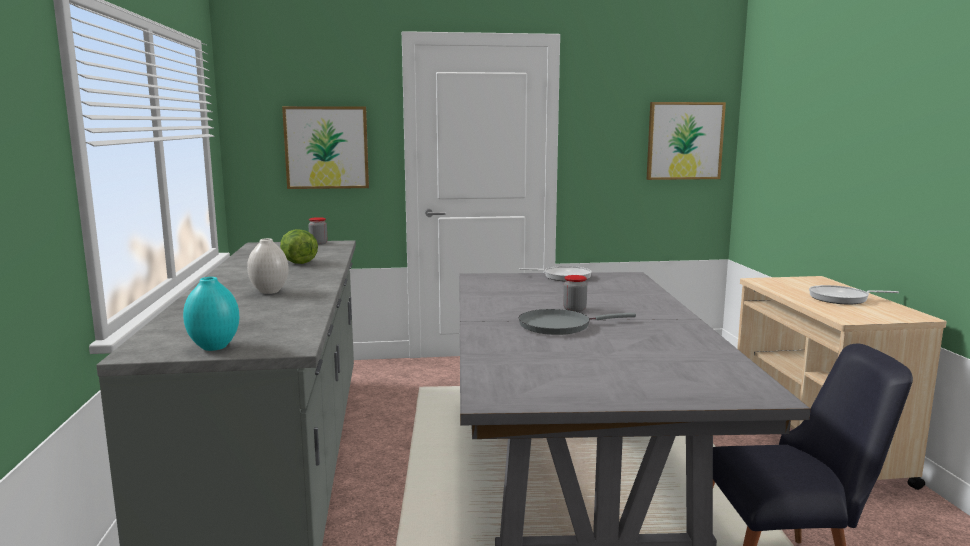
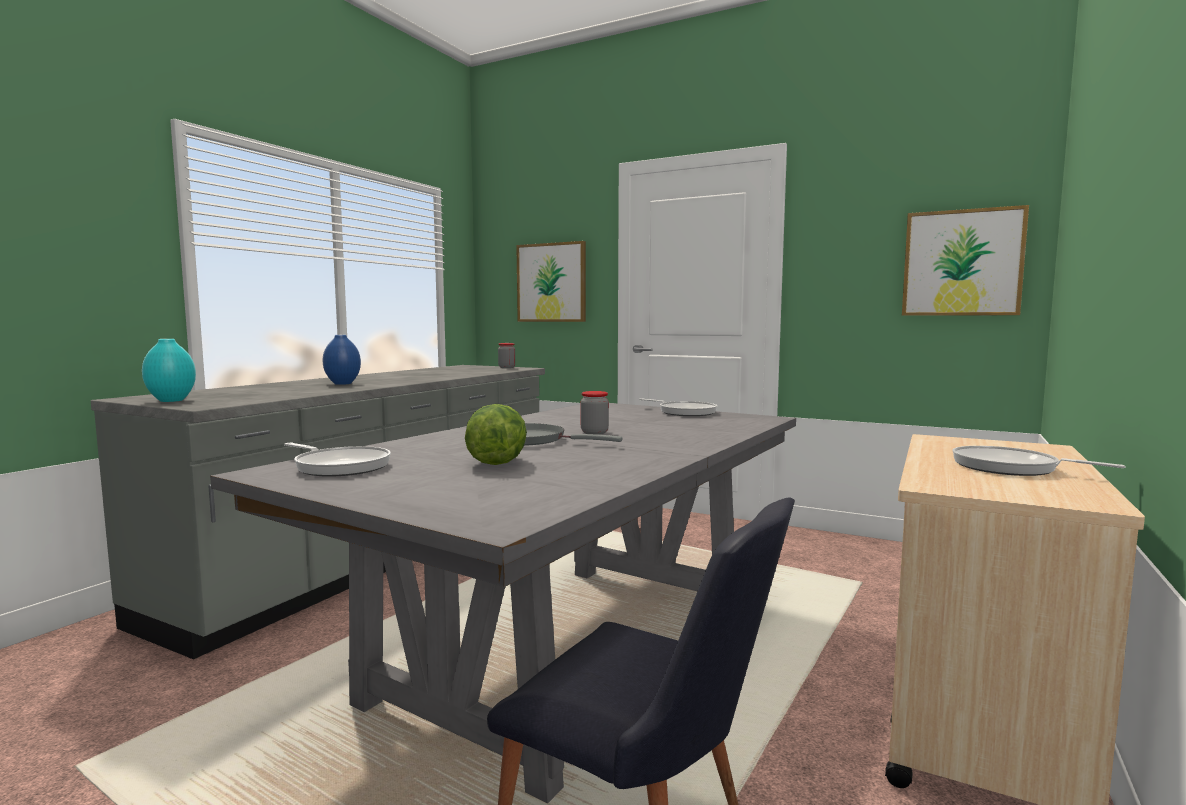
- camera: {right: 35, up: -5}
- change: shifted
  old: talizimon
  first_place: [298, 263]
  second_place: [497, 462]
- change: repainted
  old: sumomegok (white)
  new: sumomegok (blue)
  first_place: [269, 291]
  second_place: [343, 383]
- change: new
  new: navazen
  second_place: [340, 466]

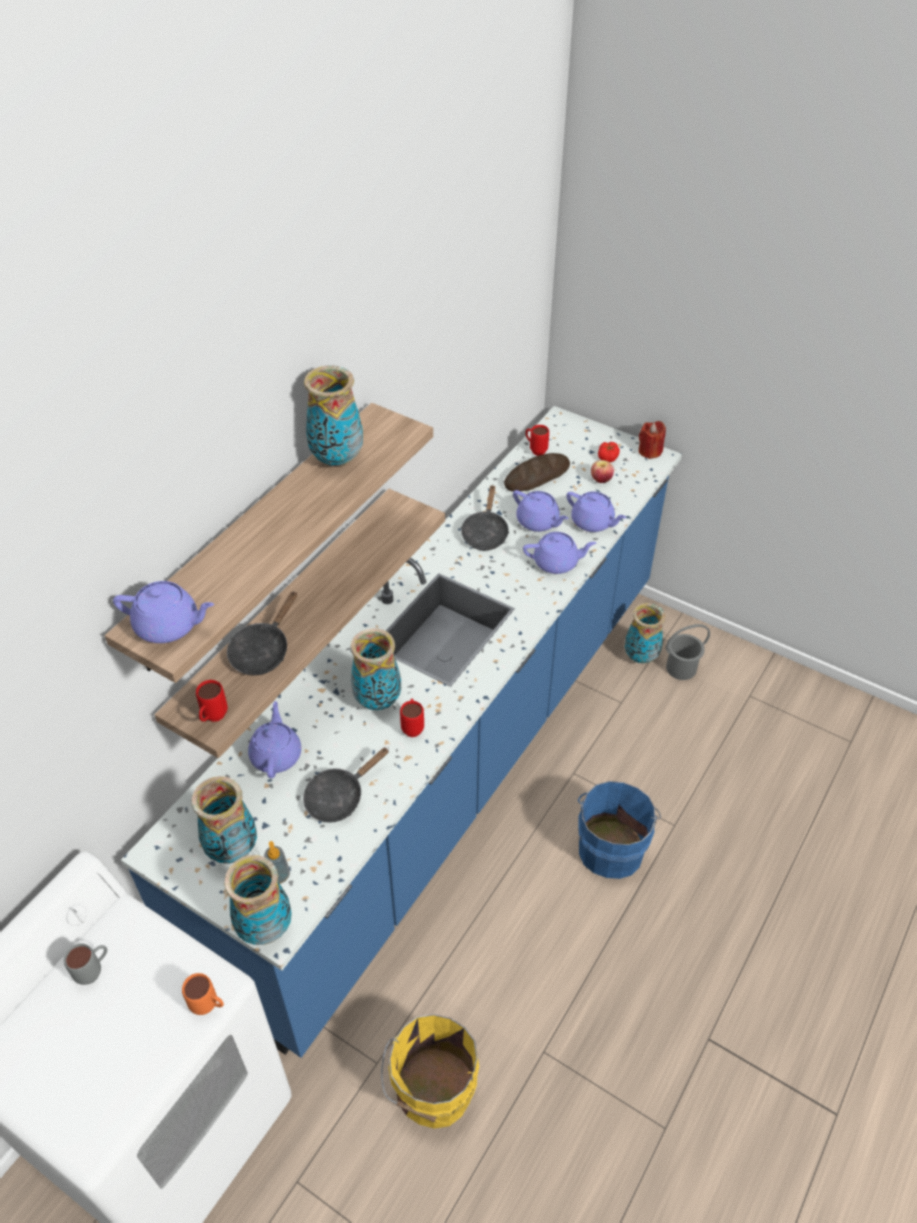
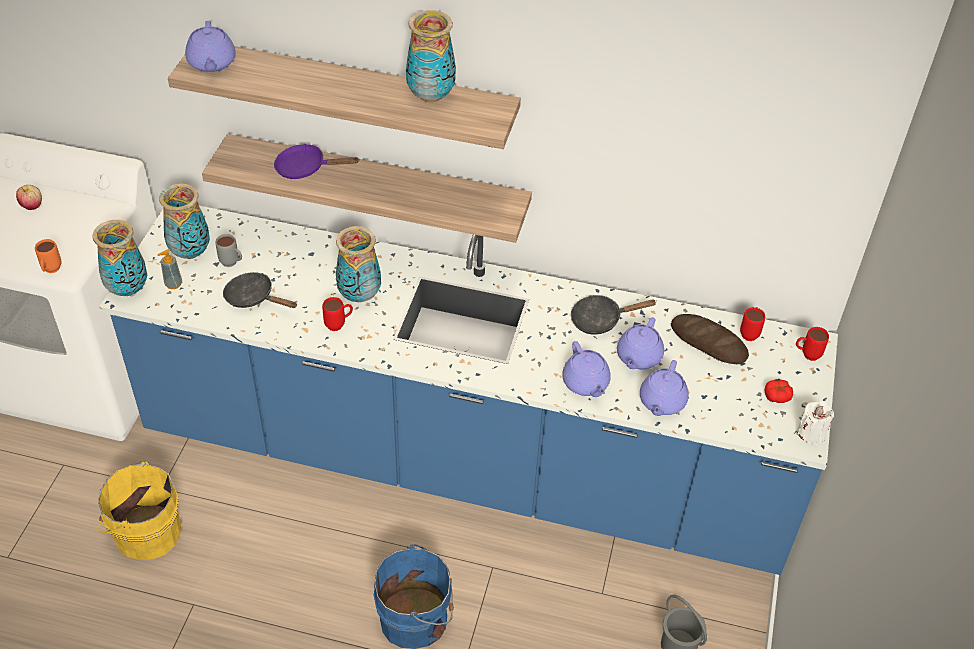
- camera: {right: 70, up: 0}
- change: repainted
  old: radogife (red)
  new: radogife (white)
  first_place: [650, 451]
  second_place: [811, 433]
- change: shifted
  old: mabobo
  first_place: [601, 480]
  second_place: [32, 206]
- change: repainted
  old: navazen (black)
  new: navazen (purple)
  first_place: [263, 650]
  second_place: [306, 168]
- change: gone
  old: sumomegok
  first_place: [640, 657]
- change: shifted
  old: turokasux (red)
  first_place: [213, 718]
  second_place: [806, 355]
- change: gone
  old: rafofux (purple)
  first_place: [276, 755]
- change: shifted
  old: turokasux (grey)
  first_place: [94, 971]
  second_place: [232, 264]

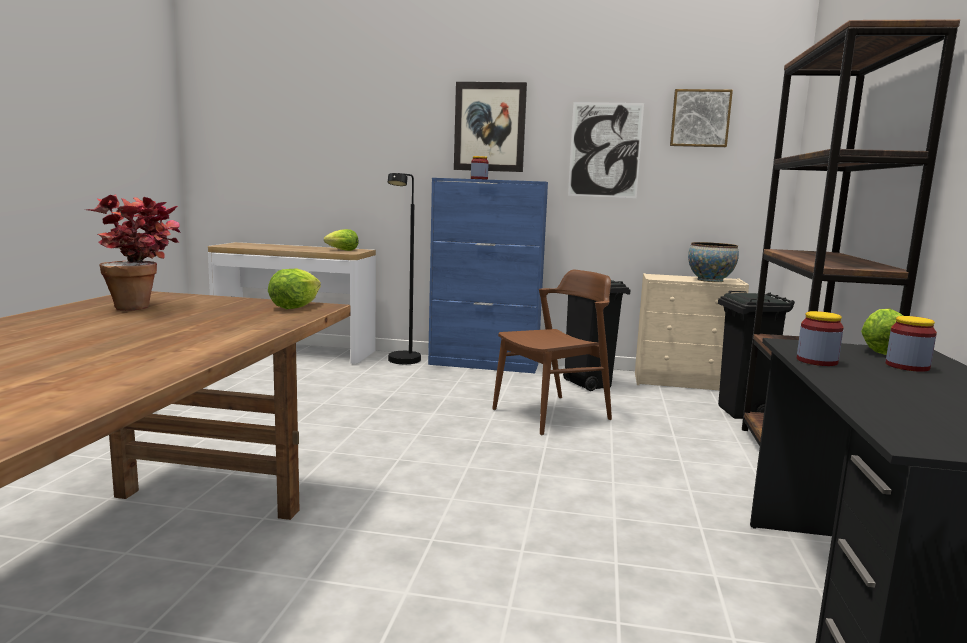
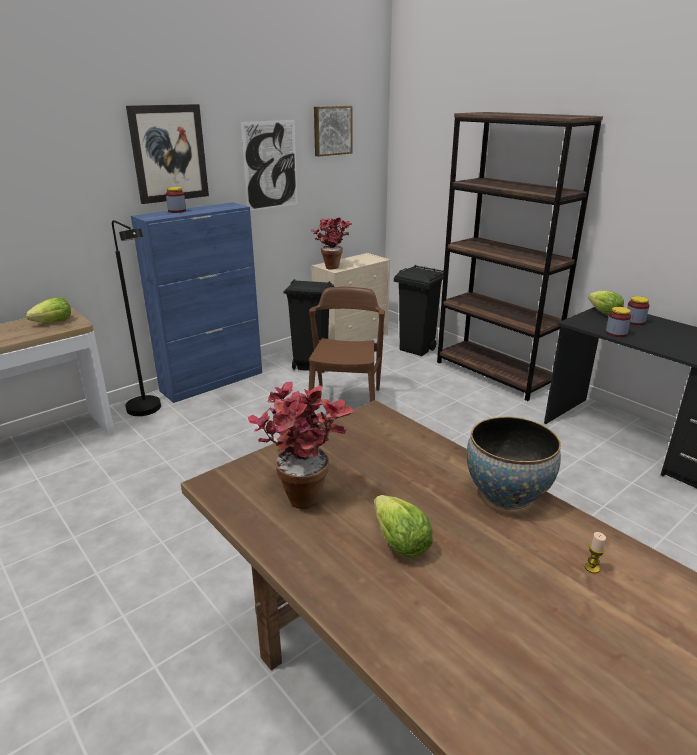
- camera: {right: -50, up: 15}
- change: shifted
  old: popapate
  first_place: [710, 280]
  second_place: [506, 495]
- change: shifted
  old: talizimon
  first_place: [295, 307]
  second_place: [400, 543]
- change: new
  new: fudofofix
  second_place: [331, 266]
- change: new
  new: radogife
  second_place: [592, 568]

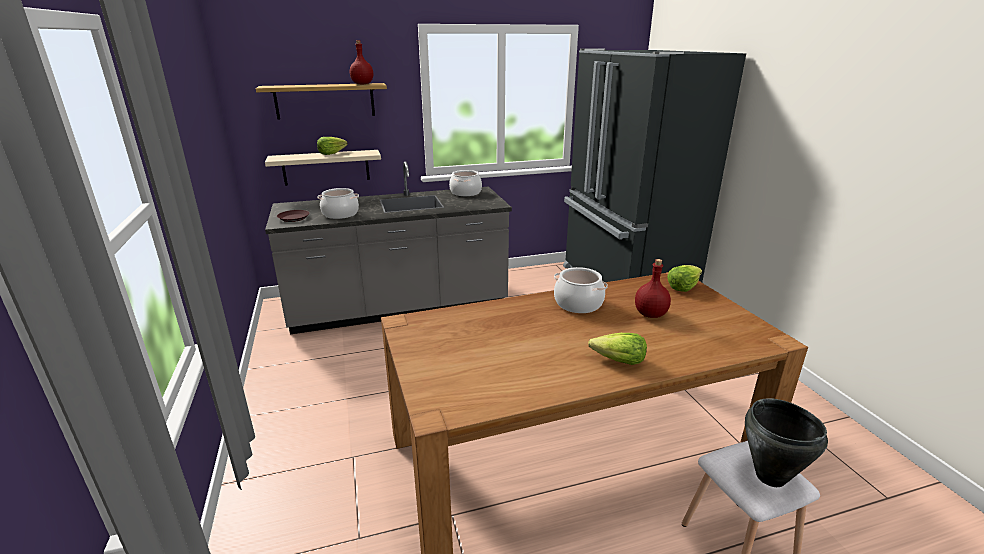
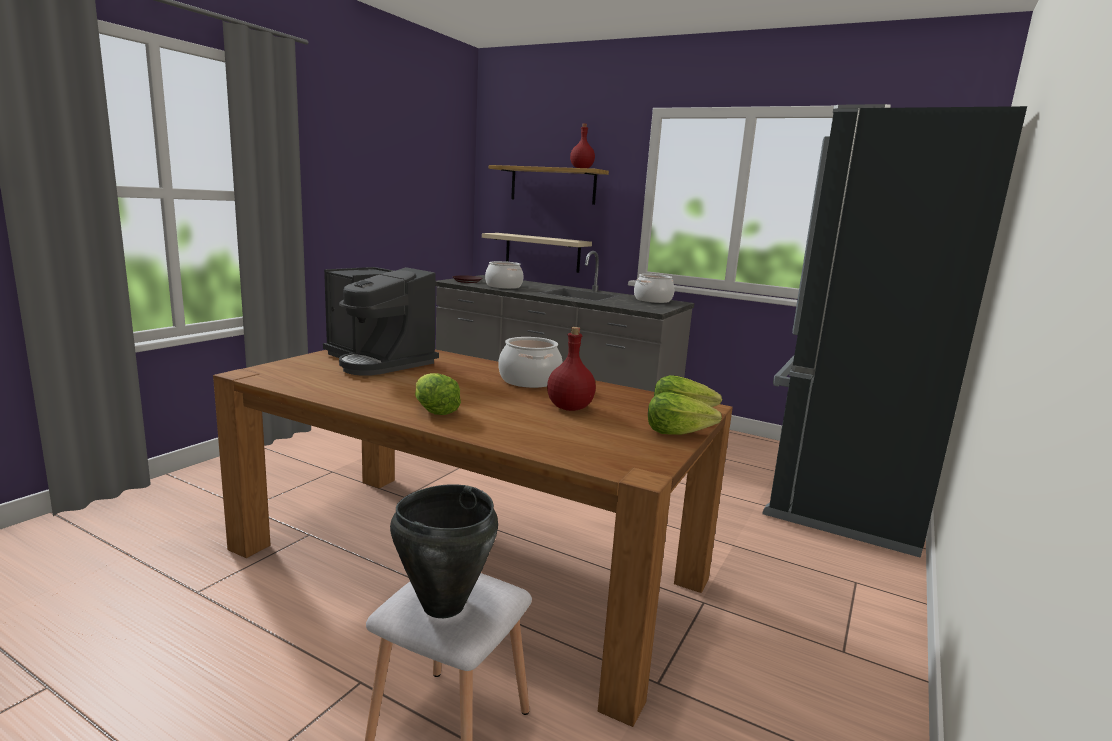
- camera: {right: 45, up: -10}
- change: shifted
  old: talizimon
  first_place: [332, 153]
  second_place: [677, 432]
- change: new
  new: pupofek
  second_place: [378, 361]

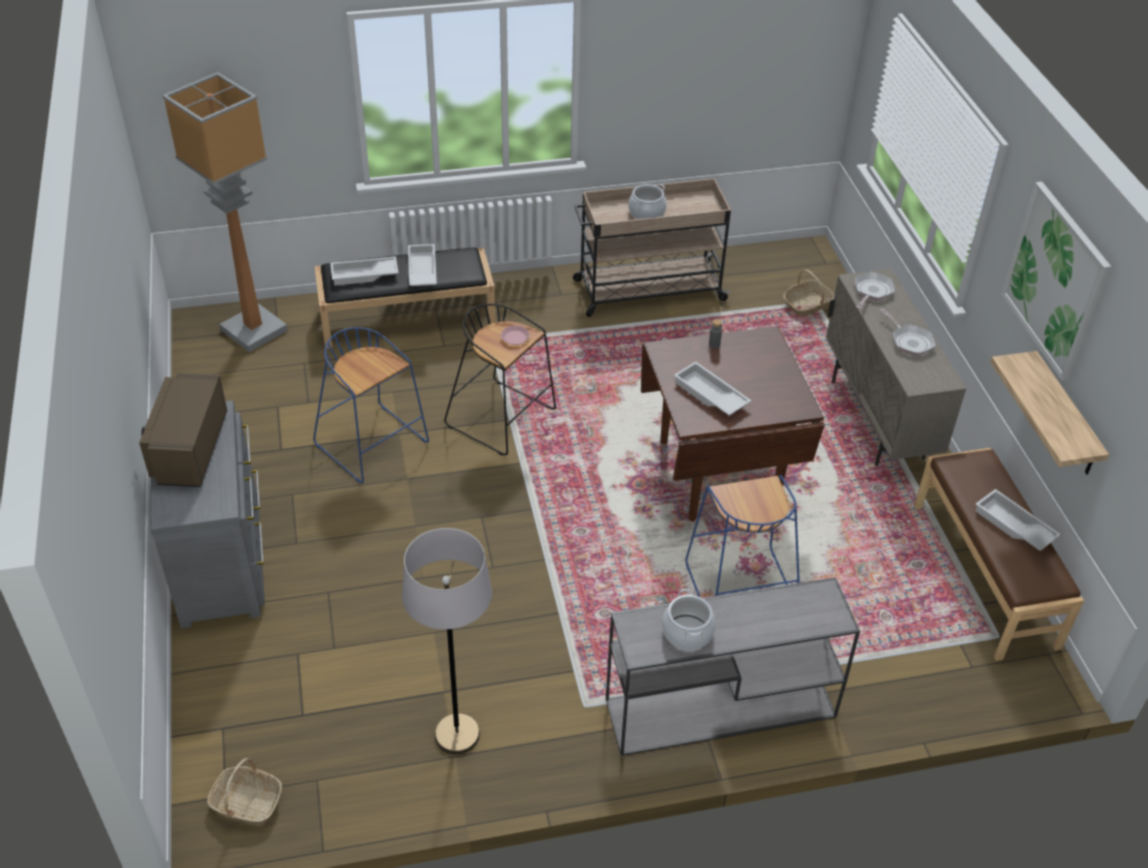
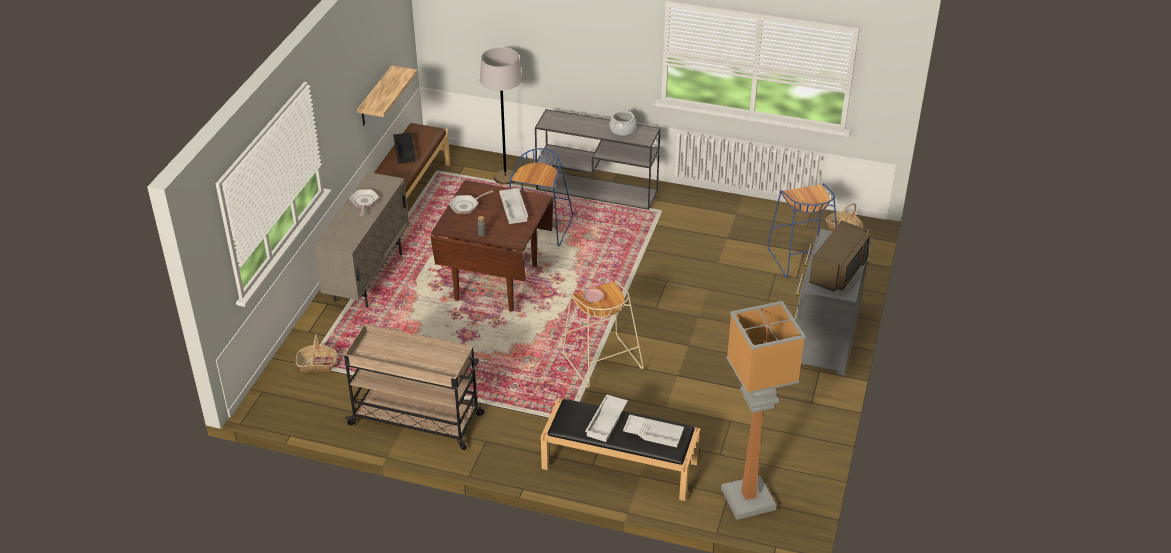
- camera: {right: -150, up: -5}
- change: gone
  old: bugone
  first_place: [1055, 280]
- change: gone
  old: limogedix
  first_place: [647, 213]
- change: shifted
  old: navazen
  first_place: [871, 292]
  second_place: [466, 206]
- change: repainted
  old: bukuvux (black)
  new: bukuvux (beige)
  first_place: [503, 418]
  second_place: [601, 361]
- change: shifted
  old: bukuvux (blue)
  first_place: [374, 444]
  second_place: [801, 257]
- change: repainted
  old: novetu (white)
  new: novetu (black)
  first_place: [1013, 526]
  second_place: [405, 151]
- change: shifted
  old: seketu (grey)
  first_place: [457, 735]
  second_place: [505, 178]

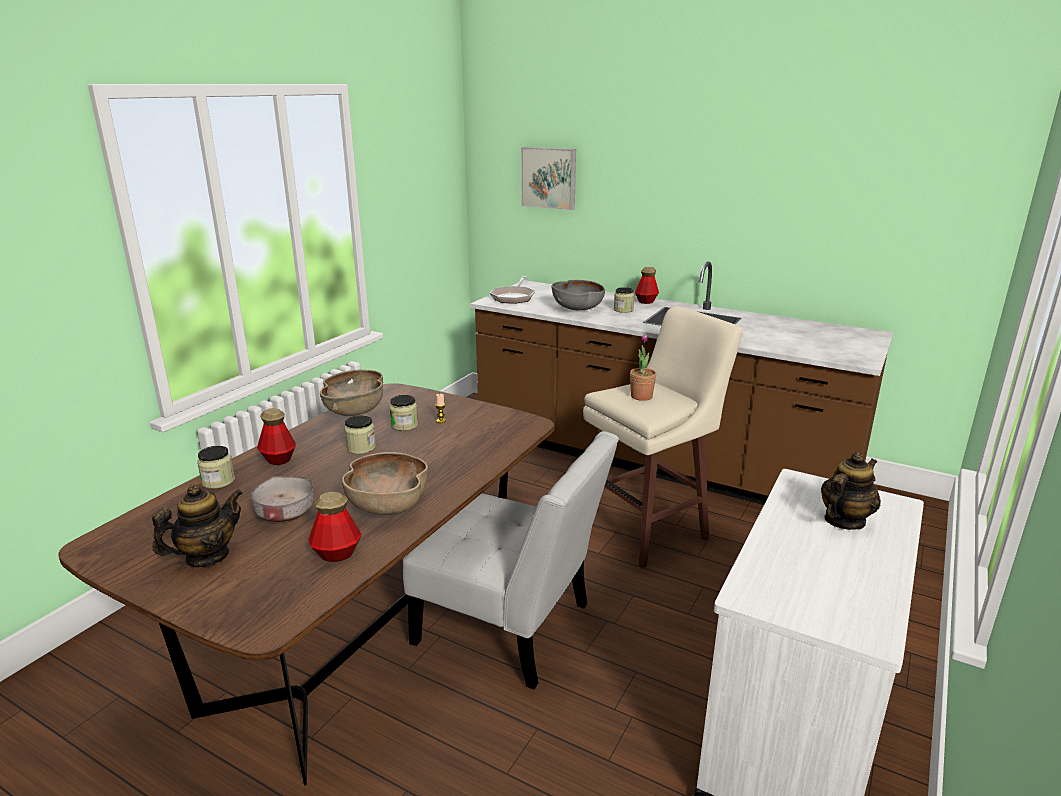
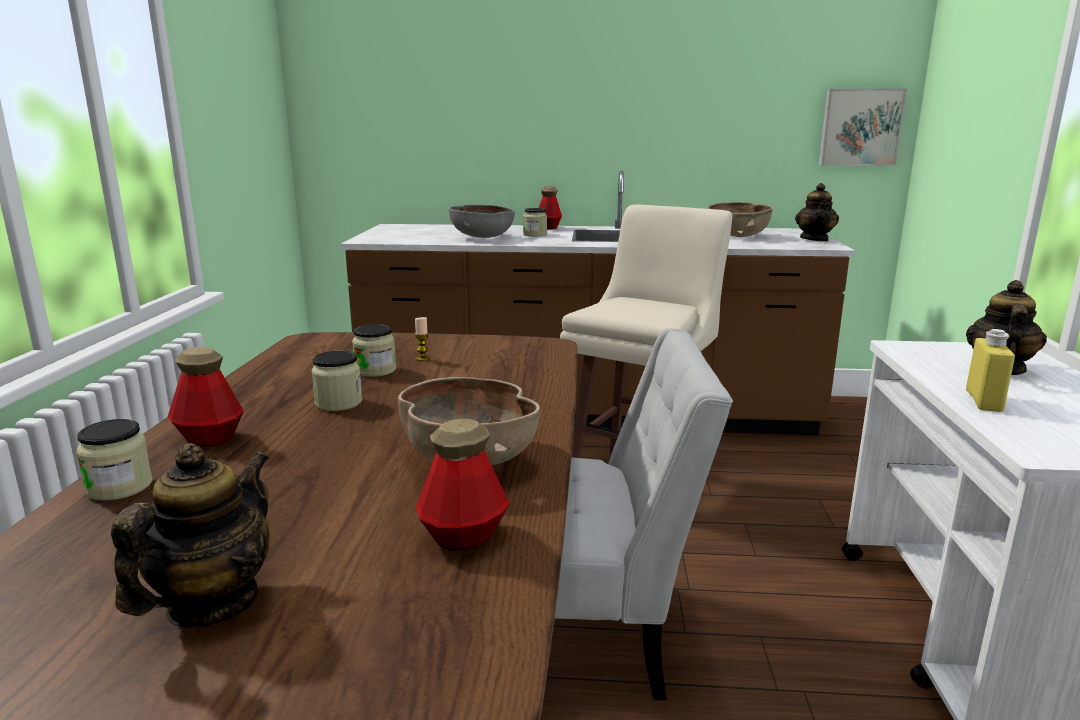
- camera: {right: -25, up: -5}
- change: shifted
  old: bugone
  first_place: [549, 177]
  second_place: [860, 127]
- change: gone
  old: navazen
  first_place: [513, 297]
- change: gone
  old: fudofofix
  first_place: [641, 396]
- change: shifted
  old: popapate (brown)
  first_place: [355, 410]
  second_place: [738, 235]
- change: gone
  old: popapate (grey)
  first_place: [285, 514]
- change: new
  new: rafofux
  second_place: [814, 239]
- change: new
  new: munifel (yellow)
  second_place: [983, 401]

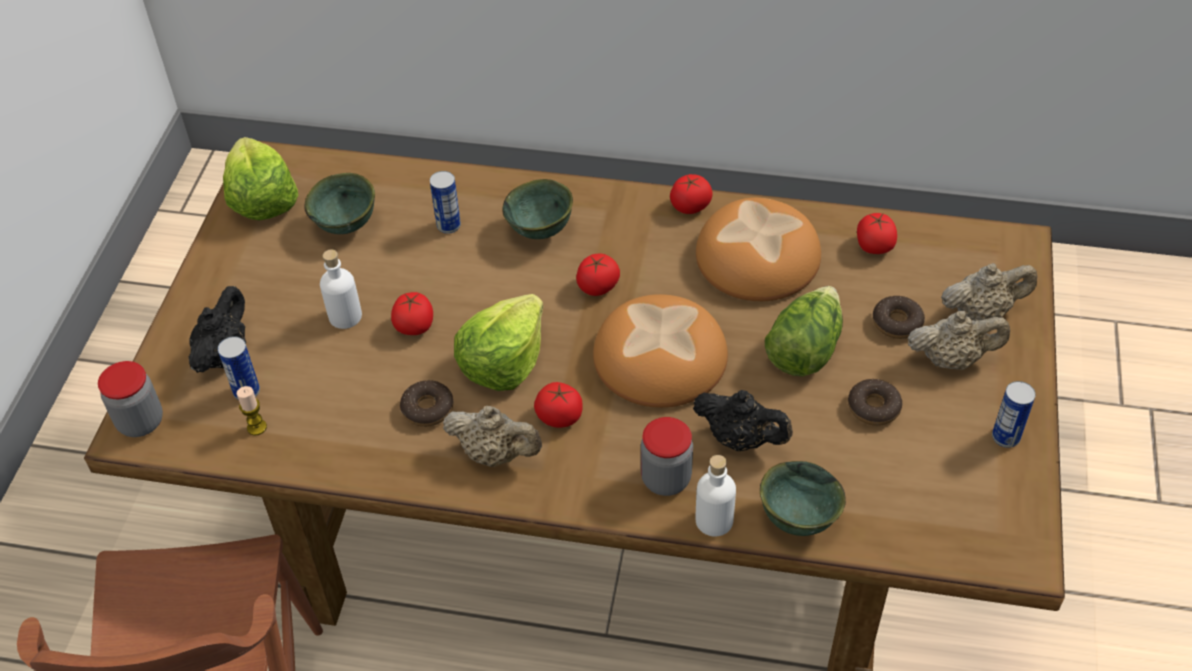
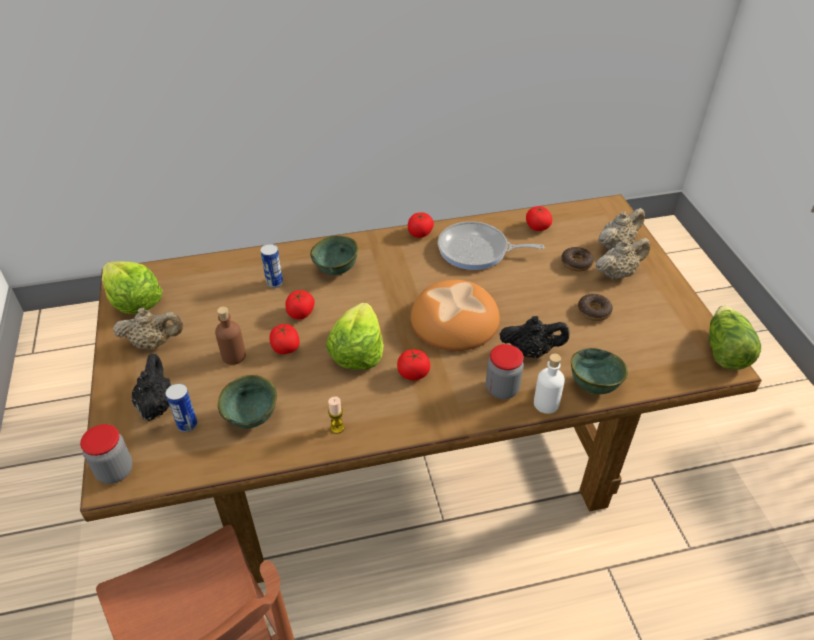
- camera: {right: -25, up: -5}
- change: shifted
  old: popapate (green)
  first_place: [347, 226]
  second_place: [253, 418]
- change: swapped
  old: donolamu
  new: navazen
  first_place: [757, 258]
  second_place: [477, 251]
- change: repainted
  old: munifel (white)
  new: munifel (brown)
  first_place: [345, 316]
  second_place: [234, 356]
- change: shifted
  old: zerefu
  first_place: [598, 286]
  second_place: [300, 313]
- change: shifted
  old: talizimon
  first_place: [804, 348]
  second_place: [724, 350]
- change: gone
  old: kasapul
  first_place: [427, 409]
- change: gone
  old: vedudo
  first_place: [1005, 437]
- change: shifted
  old: radogife
  first_place: [257, 427]
  second_place: [337, 427]
- change: shifted
  old: rafofux (beige)
  first_place: [495, 454]
  second_place: [154, 343]

